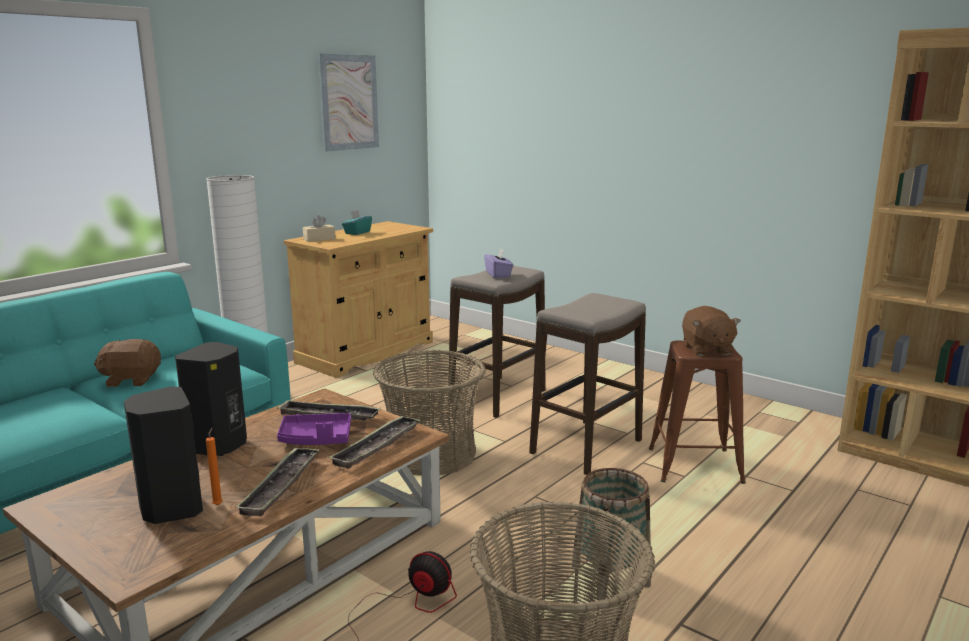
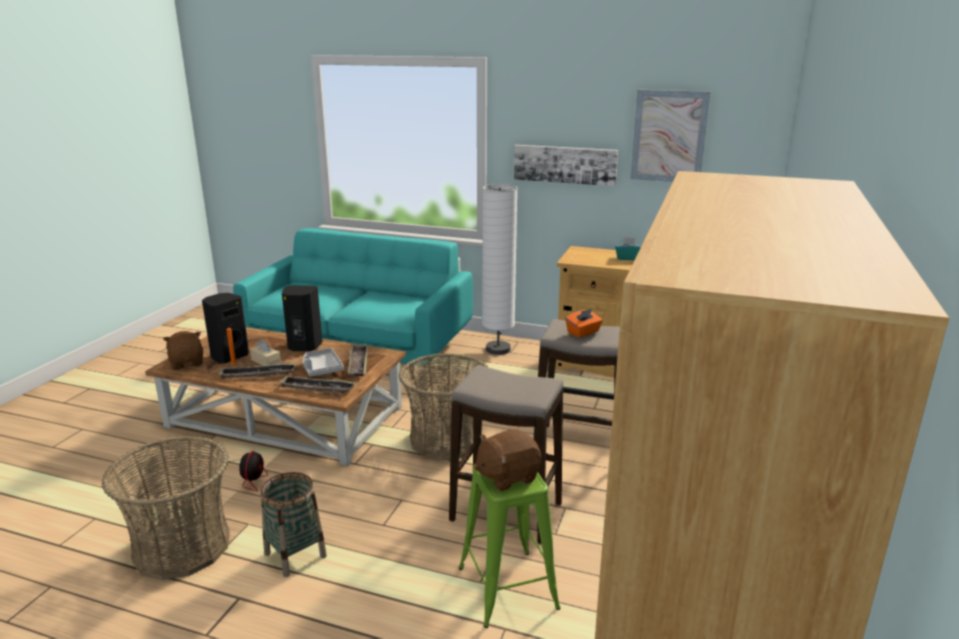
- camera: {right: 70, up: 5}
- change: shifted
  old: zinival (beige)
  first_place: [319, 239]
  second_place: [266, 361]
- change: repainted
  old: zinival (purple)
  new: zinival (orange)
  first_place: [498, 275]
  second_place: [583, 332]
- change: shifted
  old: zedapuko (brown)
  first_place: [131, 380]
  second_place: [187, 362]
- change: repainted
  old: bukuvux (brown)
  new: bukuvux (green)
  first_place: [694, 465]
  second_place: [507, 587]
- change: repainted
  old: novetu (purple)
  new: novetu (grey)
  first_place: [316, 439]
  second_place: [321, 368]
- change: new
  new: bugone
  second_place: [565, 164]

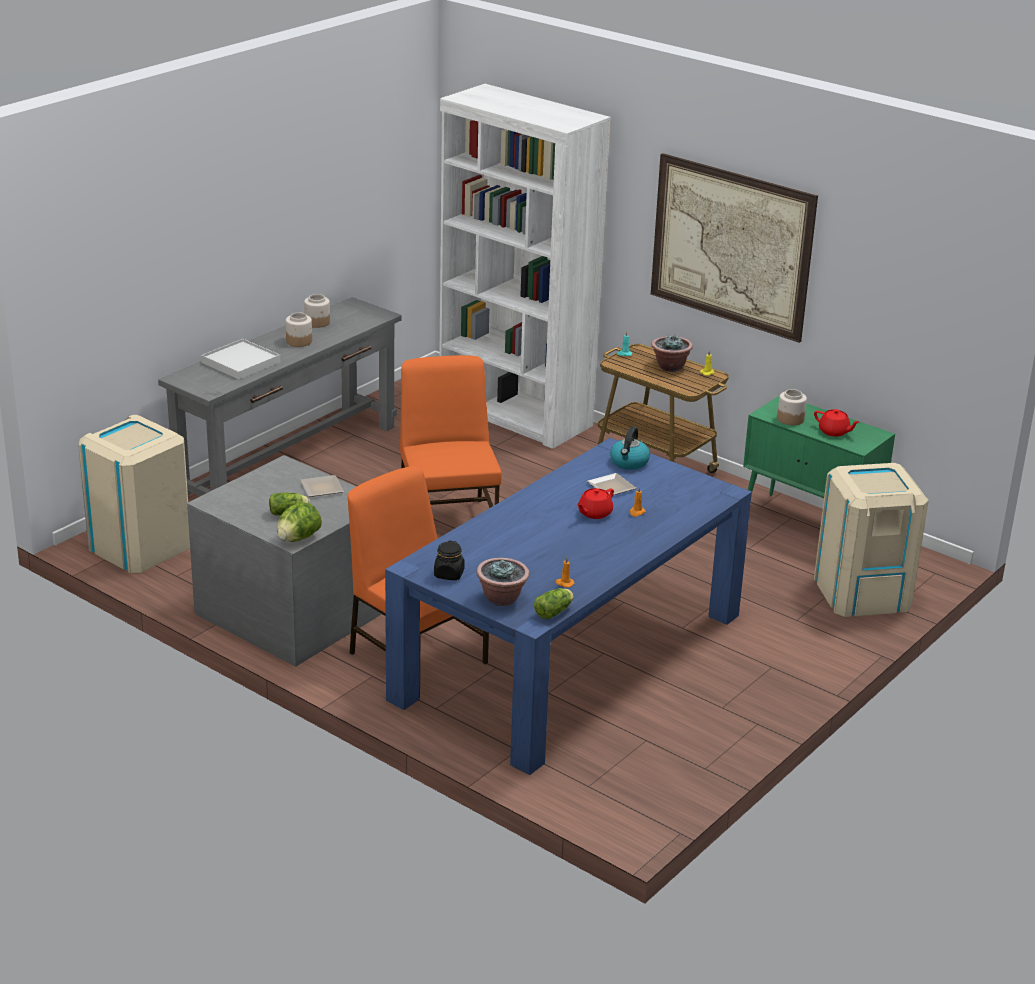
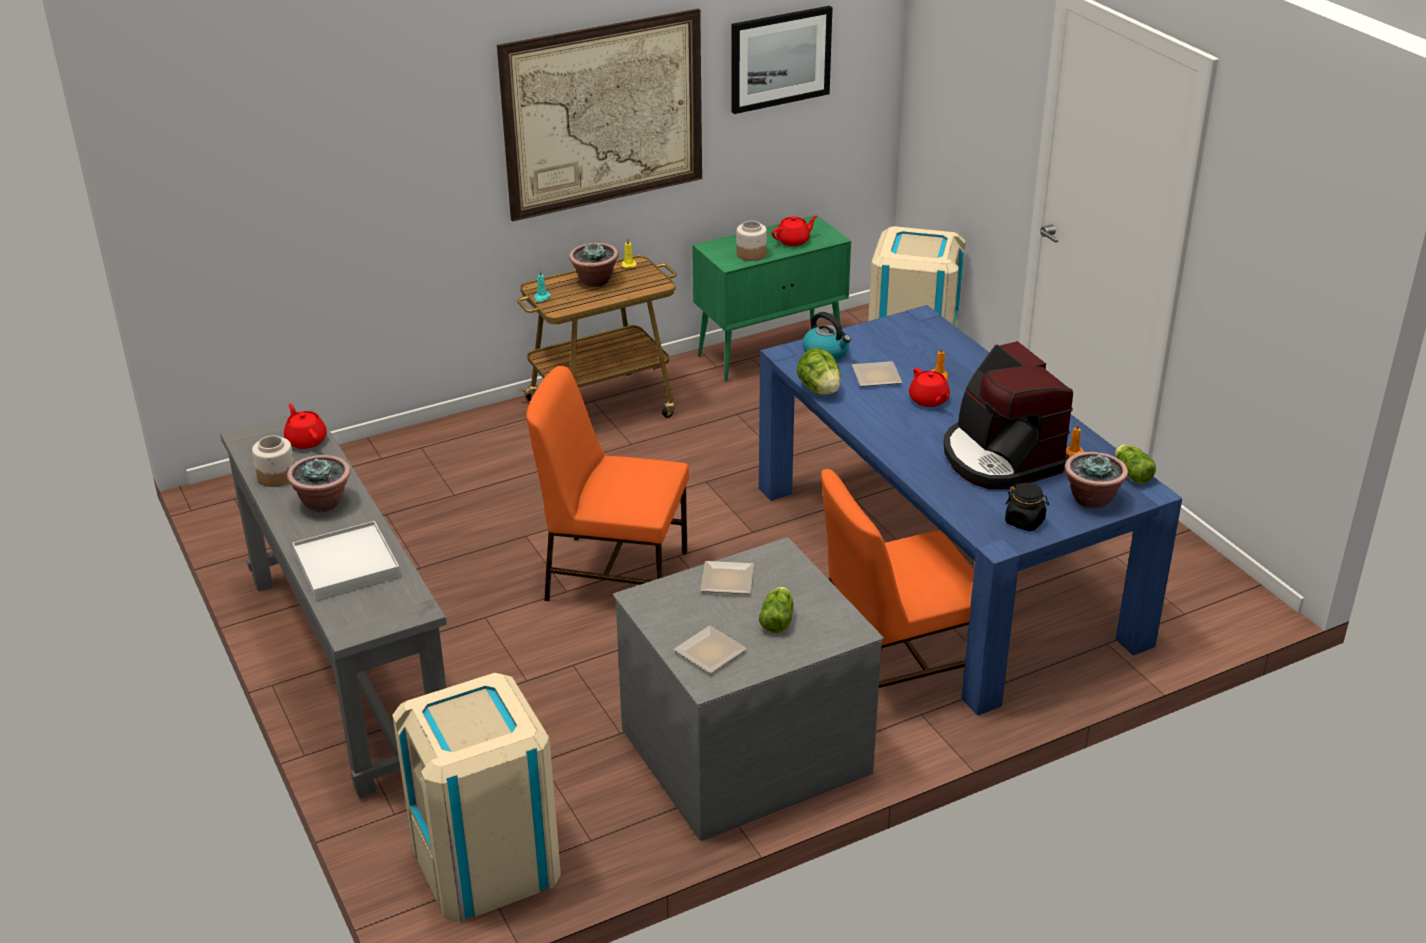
- camera: {right: -65, up: 5}
- change: gone
  old: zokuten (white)
  first_place: [515, 414]
- change: swapped
  old: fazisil
  new: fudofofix
  first_place: [299, 341]
  second_place: [323, 502]
- change: shifted
  old: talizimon
  first_place: [298, 538]
  second_place: [819, 390]
- change: new
  new: bugone
  second_place: [780, 58]
- change: new
  new: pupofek
  second_place: [1000, 458]
- change: new
  new: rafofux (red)
  second_place: [306, 440]
- change: new
  new: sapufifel
  second_place: [710, 654]

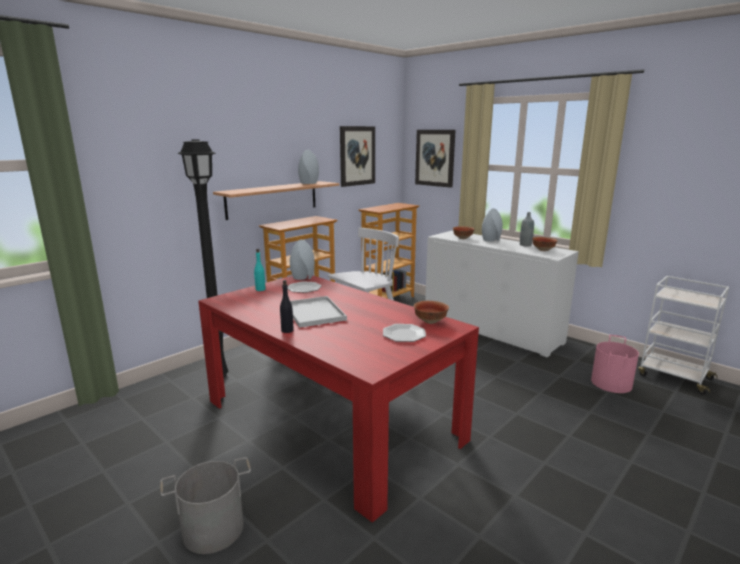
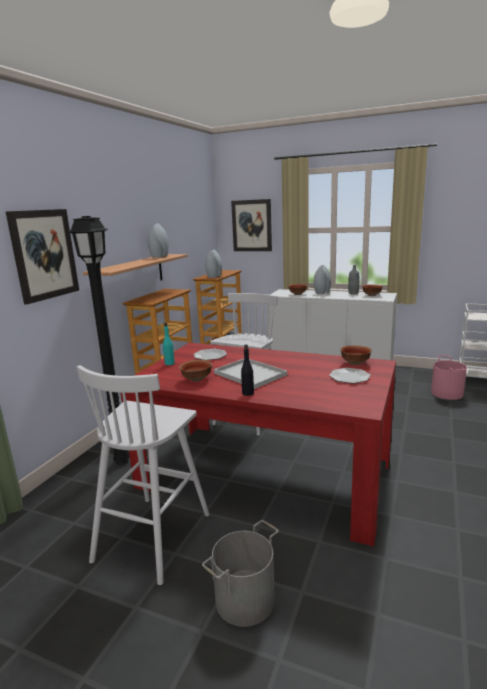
- camera: {right: -20, up: 0}
- change: shifted
  old: bugone
  first_place: [357, 156]
  second_place: [44, 254]
- change: shifted
  old: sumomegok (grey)
  first_place: [303, 277]
  second_place: [214, 276]
- change: new
  new: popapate
  second_place: [196, 379]
- change: new
  new: bukuvux (white)
  second_place: [154, 535]

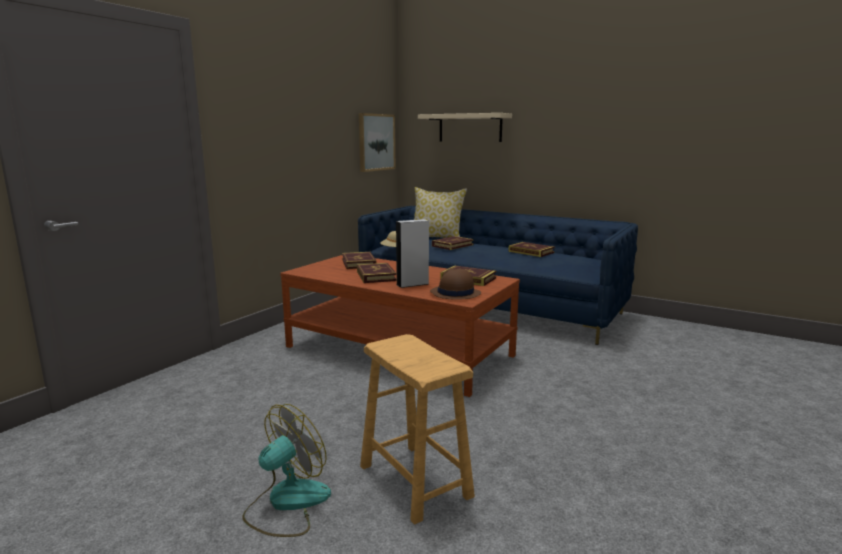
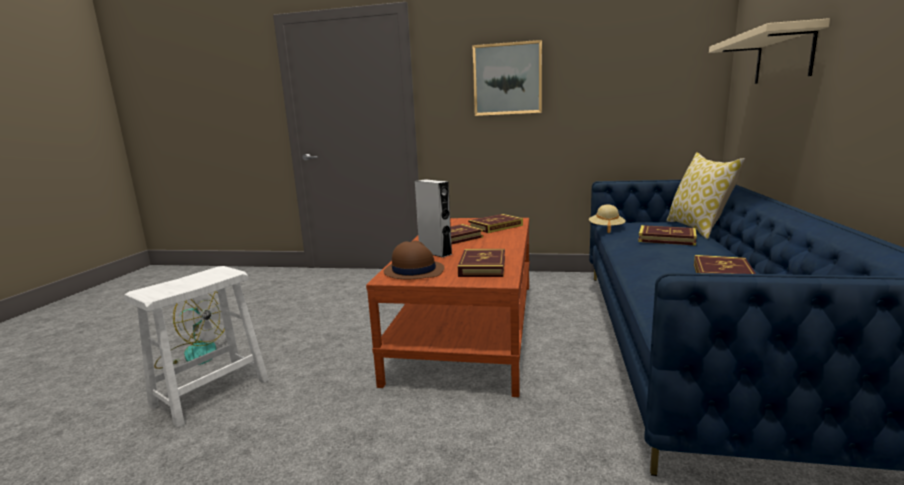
- camera: {right: 70, up: 0}
- change: shifted
  old: bugone
  first_place: [376, 142]
  second_place: [507, 79]
- change: repainted
  old: bukuvux (brown)
  new: bukuvux (white)
  first_place: [414, 481]
  second_place: [210, 393]

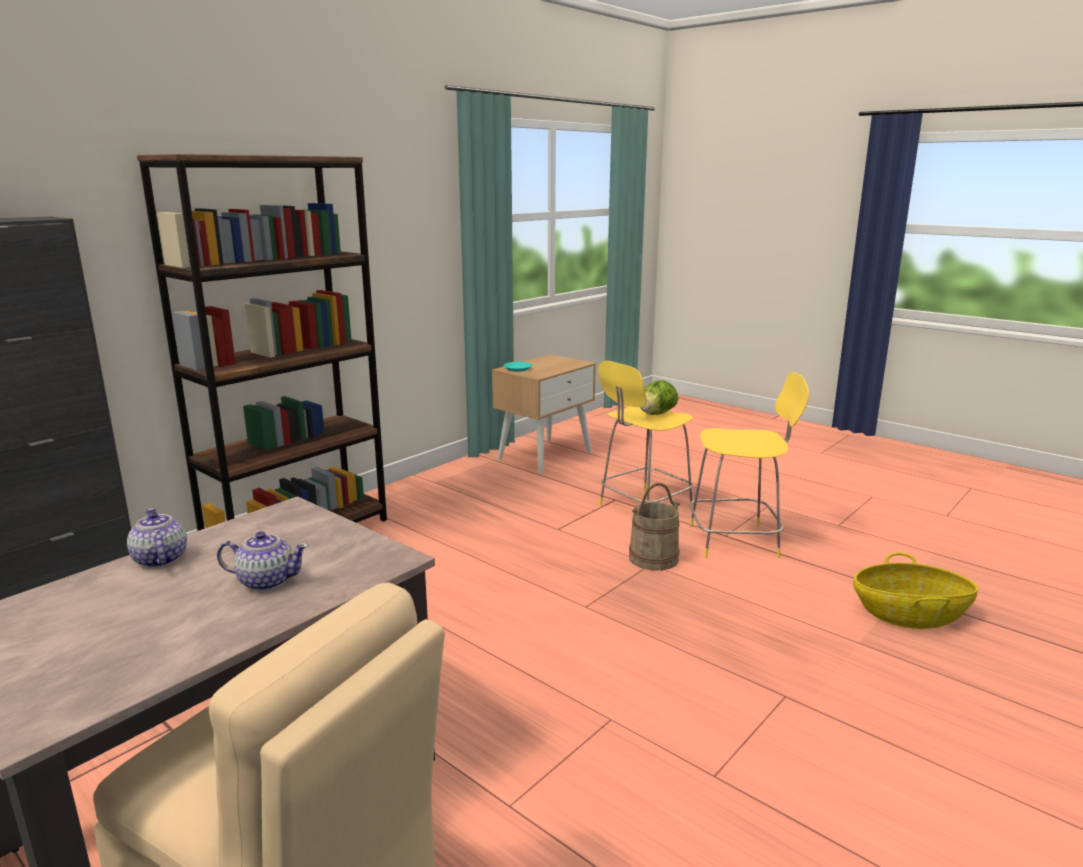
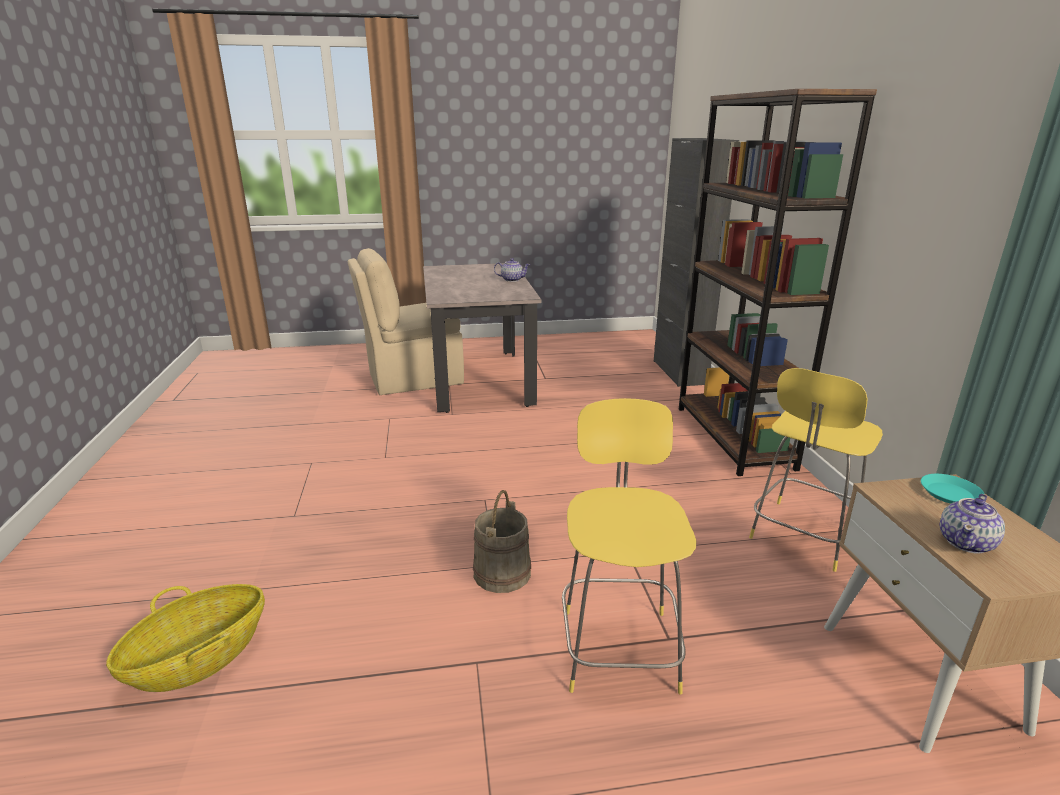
- camera: {right: 130, up: 5}
- change: shifted
  old: bukuvux (yellow)
  first_place: [737, 541]
  second_place: [802, 536]
- change: gone
  old: talizimon
  first_place: [656, 414]
- change: shifted
  old: rafofux
  first_place: [266, 581]
  second_place: [966, 542]

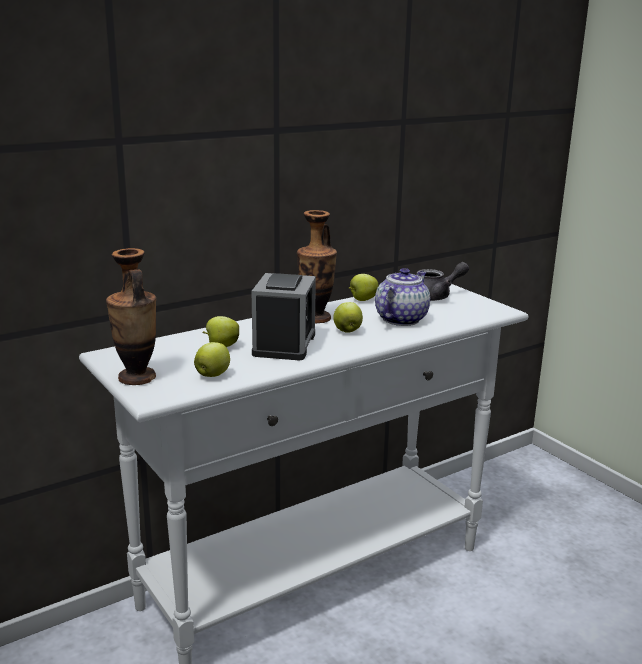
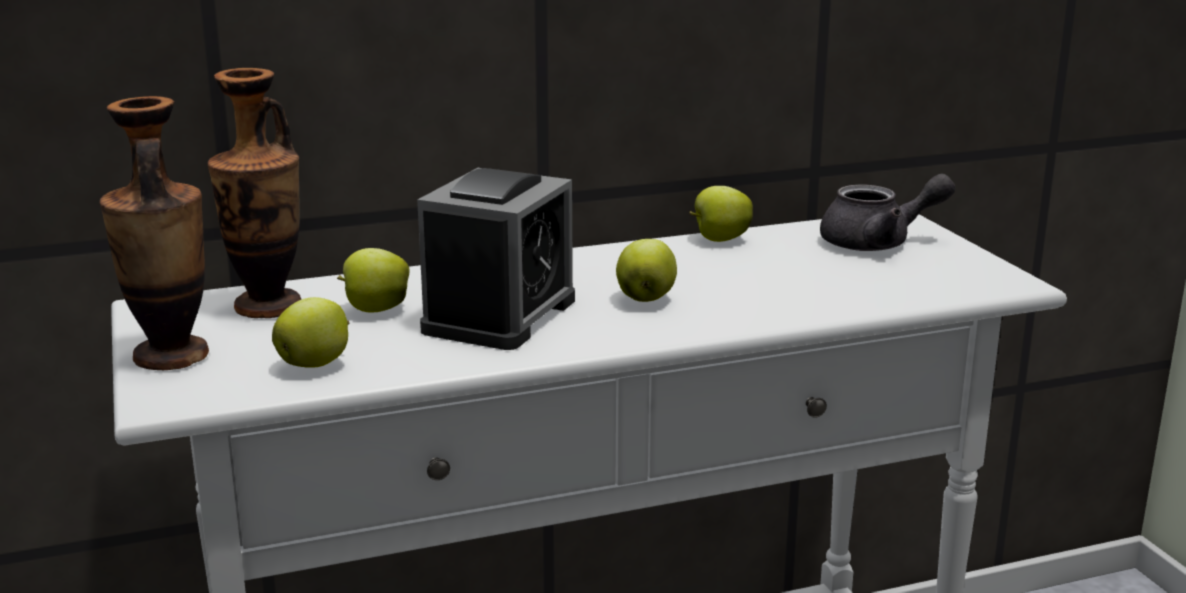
- camera: {right: 15, up: 0}
- change: shifted
  old: sumomegok
  first_place: [315, 318]
  second_place: [268, 307]
- change: gone
  old: rafofux
  first_place: [401, 319]

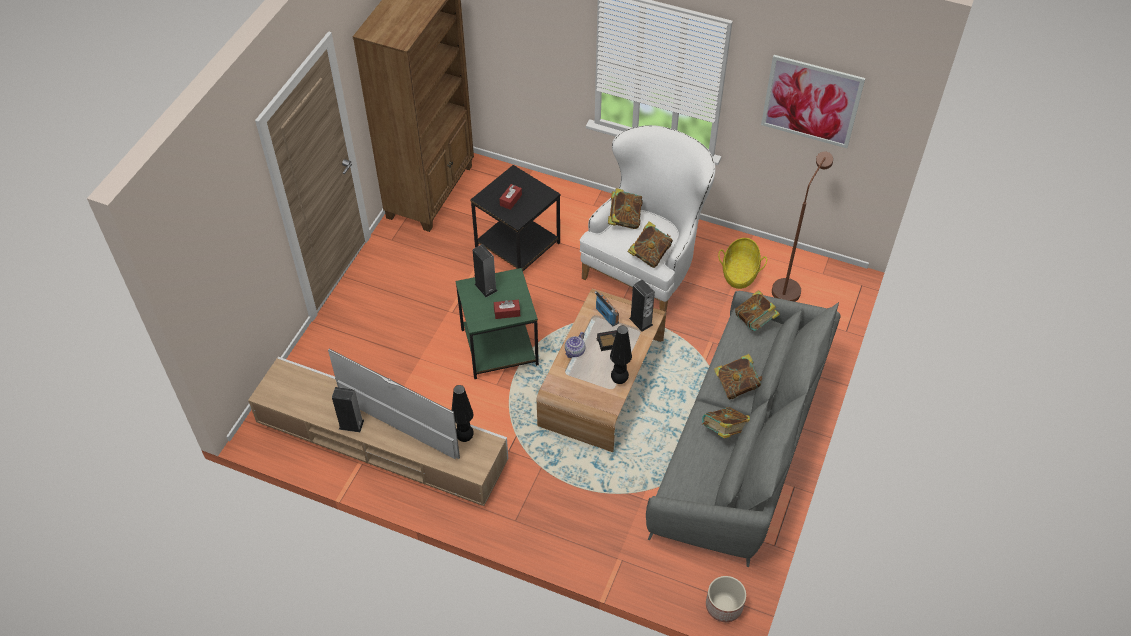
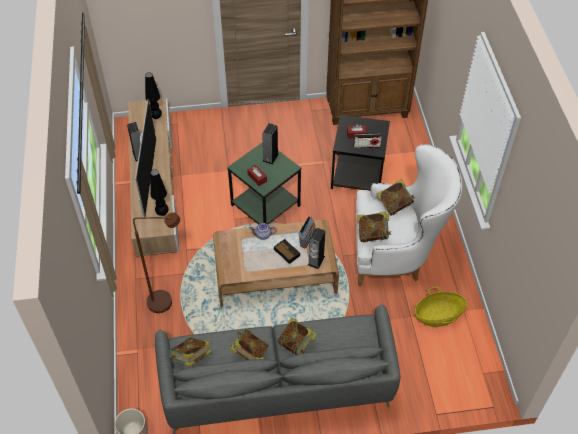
- camera: {right: 60, up: 0}
- change: gone
  old: bugone
  first_place: [811, 101]
- change: shifted
  old: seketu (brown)
  first_place: [789, 286]
  second_place: [167, 302]
- change: shifted
  old: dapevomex
  first_place: [755, 321]
  second_place: [191, 358]
- change: shifted
  old: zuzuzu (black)
  first_place: [619, 380]
  second_place: [156, 117]
- change: new
  new: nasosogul
  second_place: [366, 146]

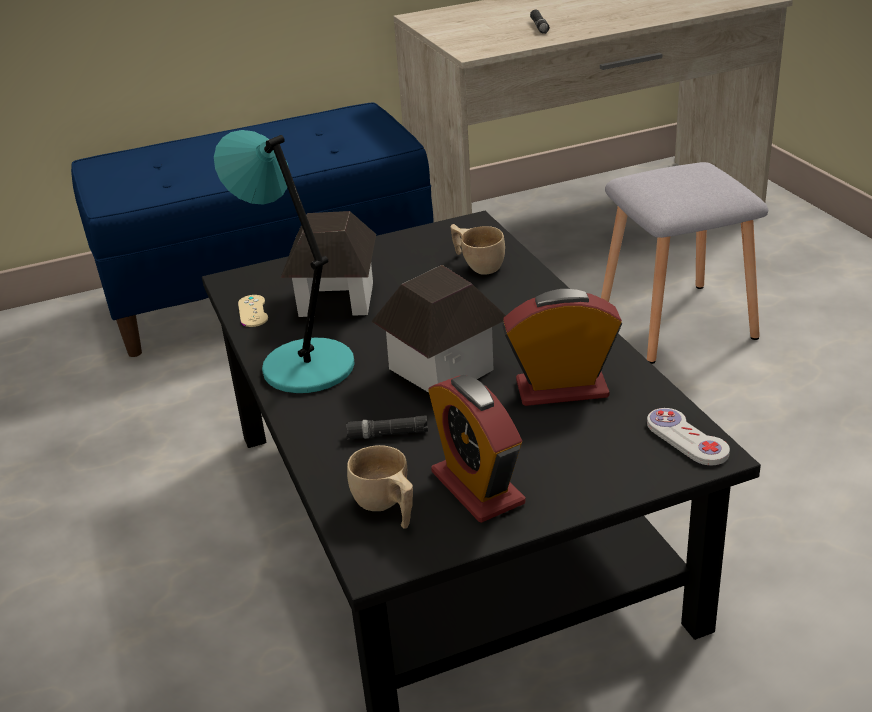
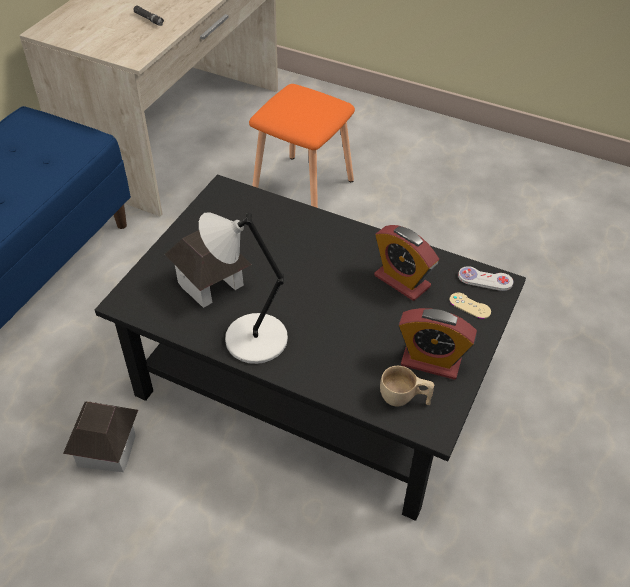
- camera: {right: -45, up: 15}
- change: repainted
  old: zuzuzu (turquoise)
  new: zuzuzu (grey)
  first_place: [304, 365]
  second_place: [252, 339]
- change: repainted
  old: bukuvux (grey)
  new: bukuvux (orange)
  first_place: [675, 323]
  second_place: [303, 189]
- change: gone
  old: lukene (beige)
  first_place: [477, 264]
- change: shifted
  old: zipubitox
  first_place: [442, 368]
  second_place: [107, 449]
- change: rotated
  old: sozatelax
  first_place: [562, 389]
  second_place: [402, 281]
  degrees: -90
- change: shifted
  old: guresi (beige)
  first_place: [253, 311]
  second_place: [470, 306]
- change: gone
  old: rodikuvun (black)
  first_place: [387, 434]

